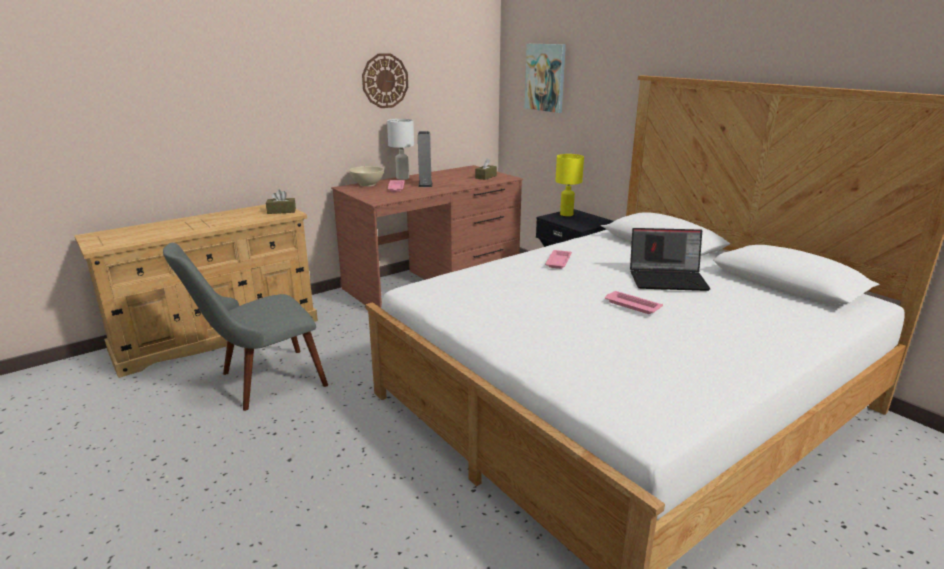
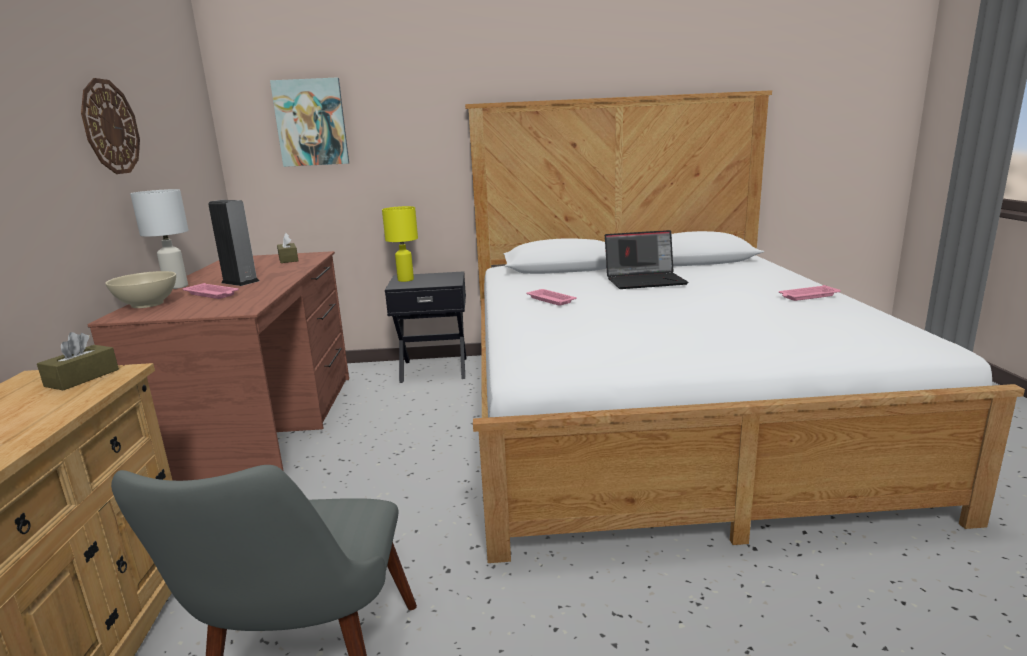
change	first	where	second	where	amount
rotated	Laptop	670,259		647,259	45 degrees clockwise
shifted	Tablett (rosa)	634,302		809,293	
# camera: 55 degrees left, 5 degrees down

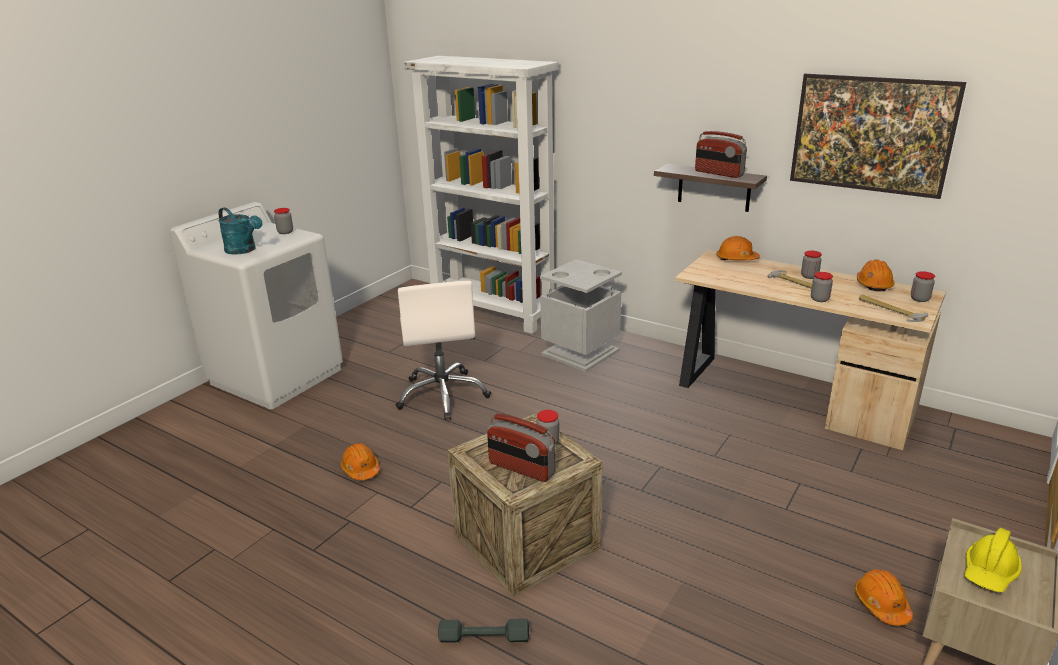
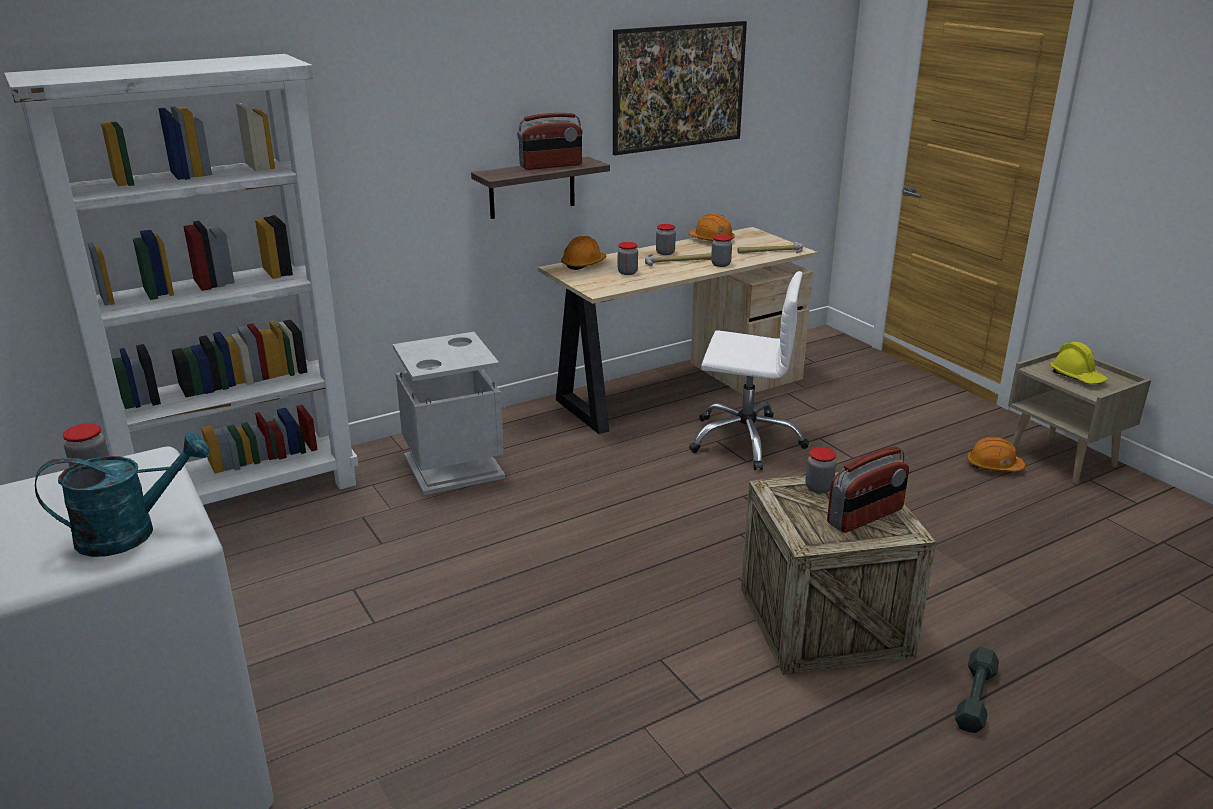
change	first	where	second	where	amount
shifted	Vorratsglas	923,286		628,258	
shifted	Bürostuhl (weiß)	443,350		749,370	
gone	Schutzhelm (orange)	360,461			
# camera: 65 degrees left, 0 degrees up

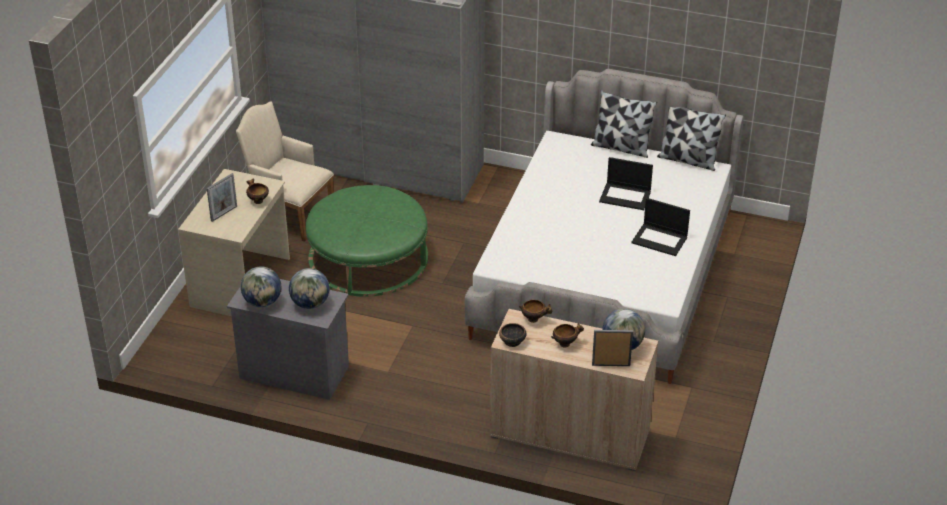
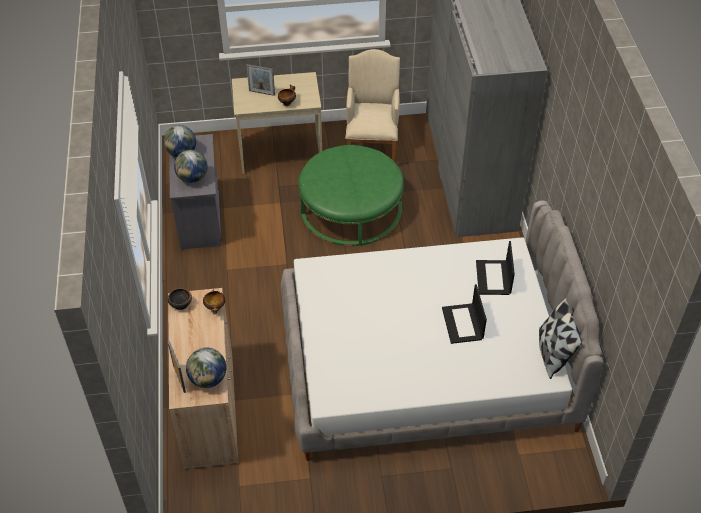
change	first	where	second	where	amount
shifted	Laptop	660,227		495,268	
gone	Schüssel	567,334			
gone	Kissen	624,124			
# camera: 65 degrees right, 10 degrees up

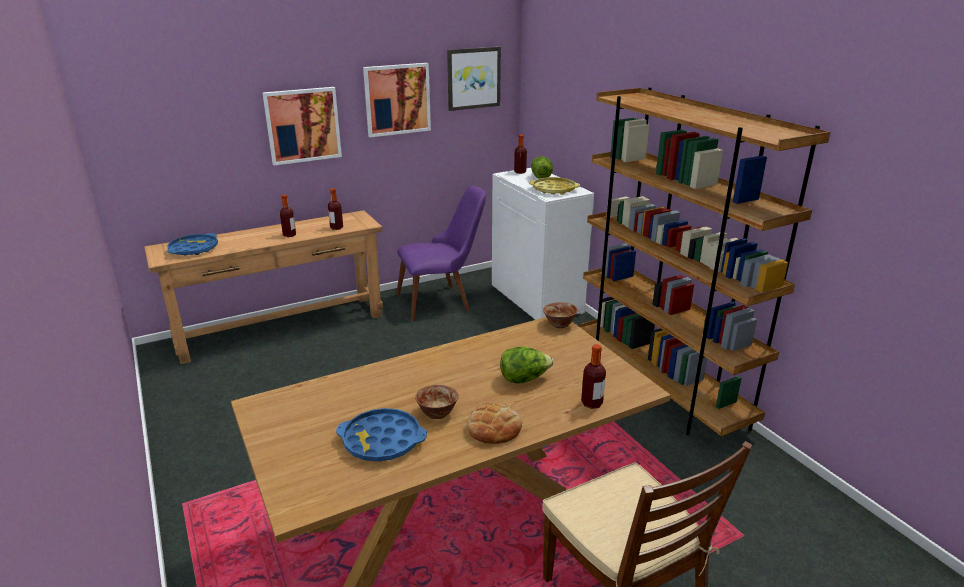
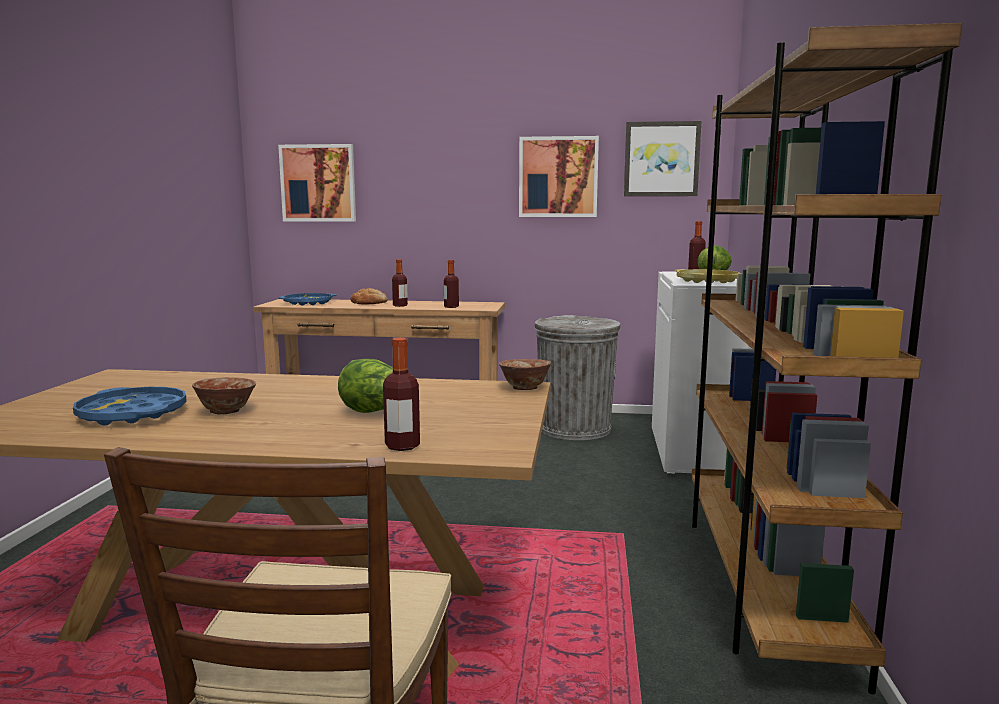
change	first	where	second	where	amount
shifted	Bild	302,126		317,183	
shifted	Brot	494,423		369,296	
swapped	Stuhl (lila)	441,253	Mülleimer (grau)	577,377	
# camera: 35 degrees right, 15 degrees down

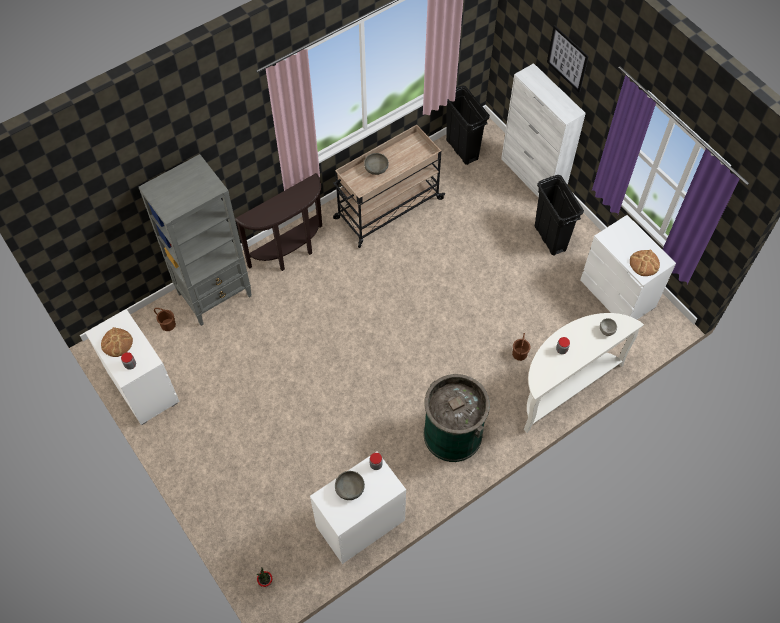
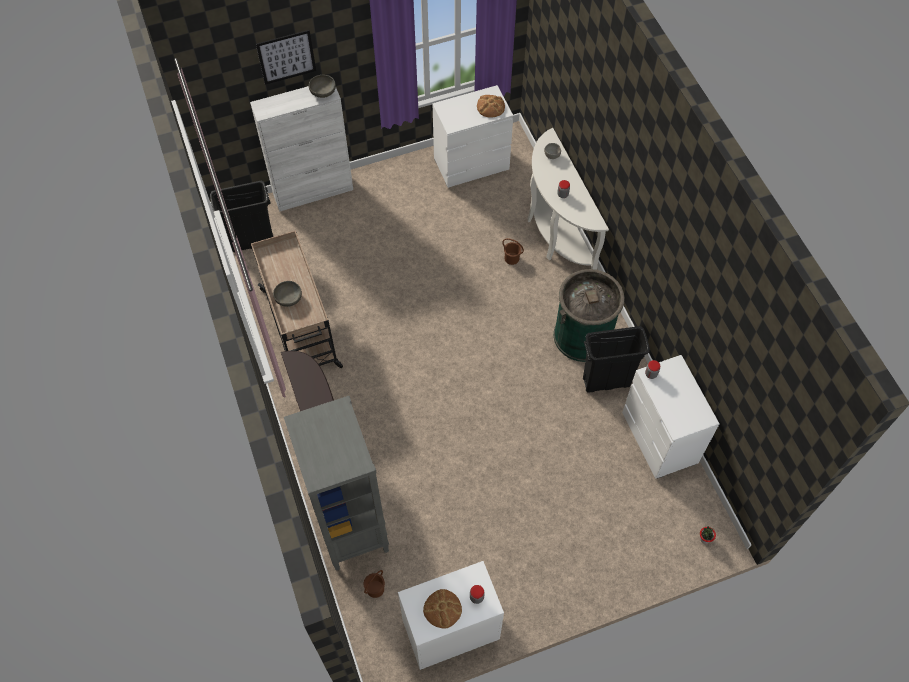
change	first	where	second	where	amount
shifted	Schüssel (grau)	350,485		322,86	
shifted	Mülleimer (schwarz)	559,215		616,359	
# camera: 75 degrees left, 0 degrees up

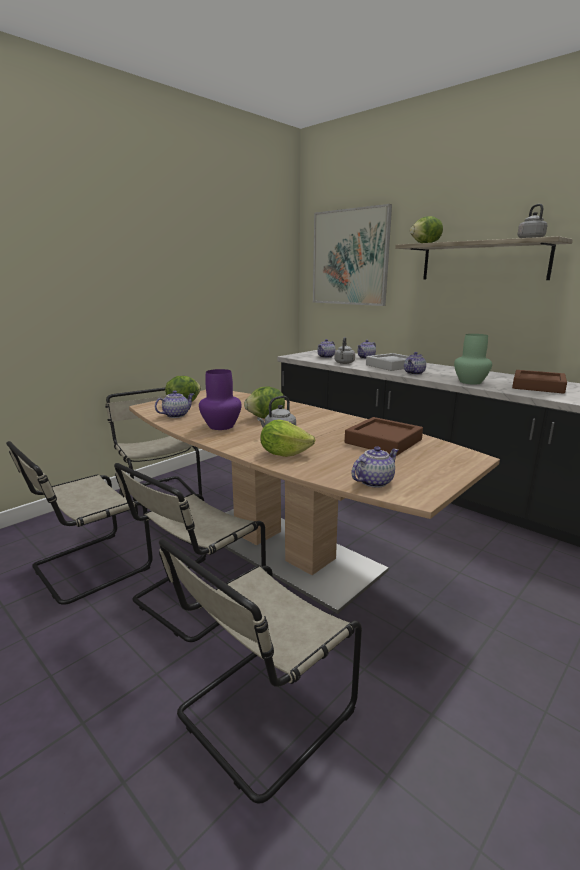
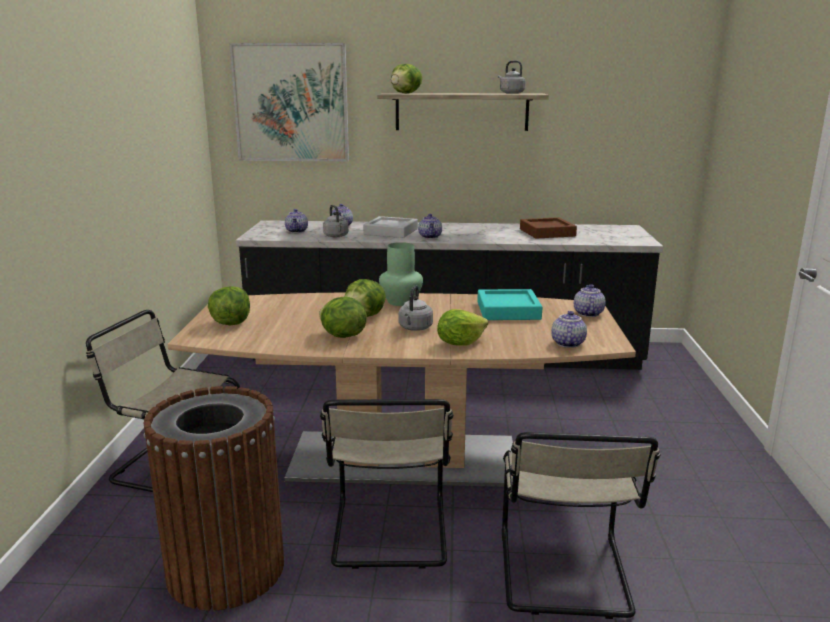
change	first	where	second	where	amount
swapped	Stuhl (beige)	79,523	Mülleimer (braun)	213,498	
swapped	Vase (lila)	220,399	Salatkopf	343,317	
shifted	Vase (grün)	473,359		401,274	
repainted	Tablett (braun)	384,436	Tablett (türkis)	509,304	
shifted	Teekanne	174,404		590,300	
# camera: 40 degrees left, 0 degrees up

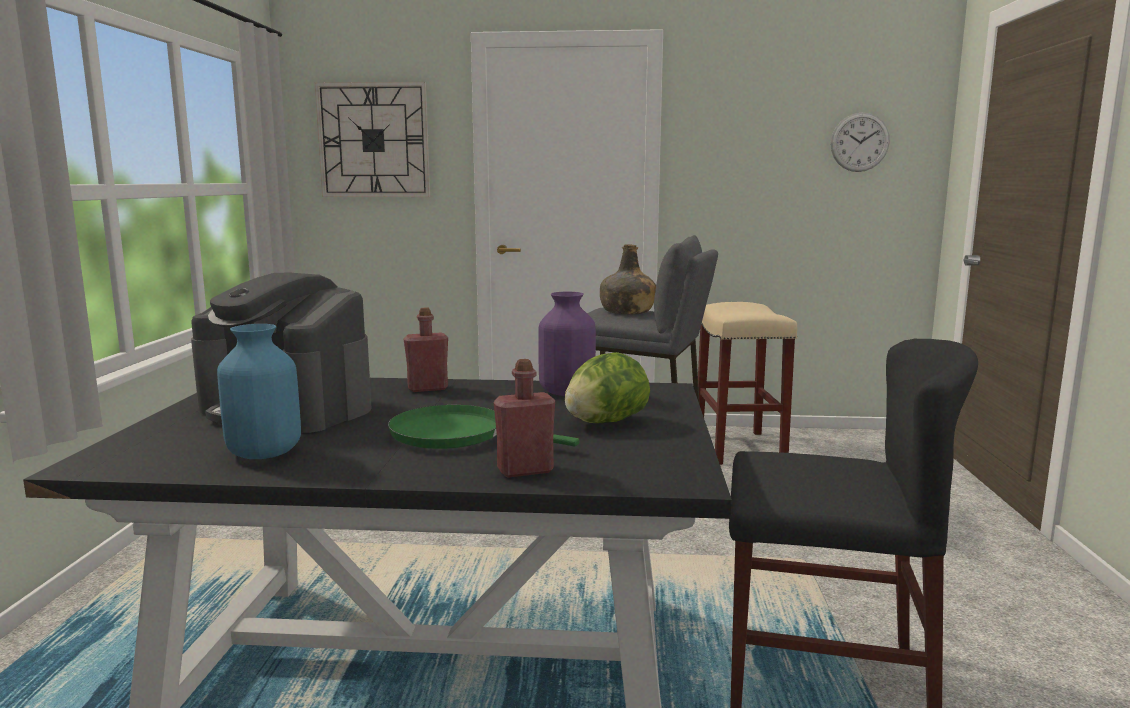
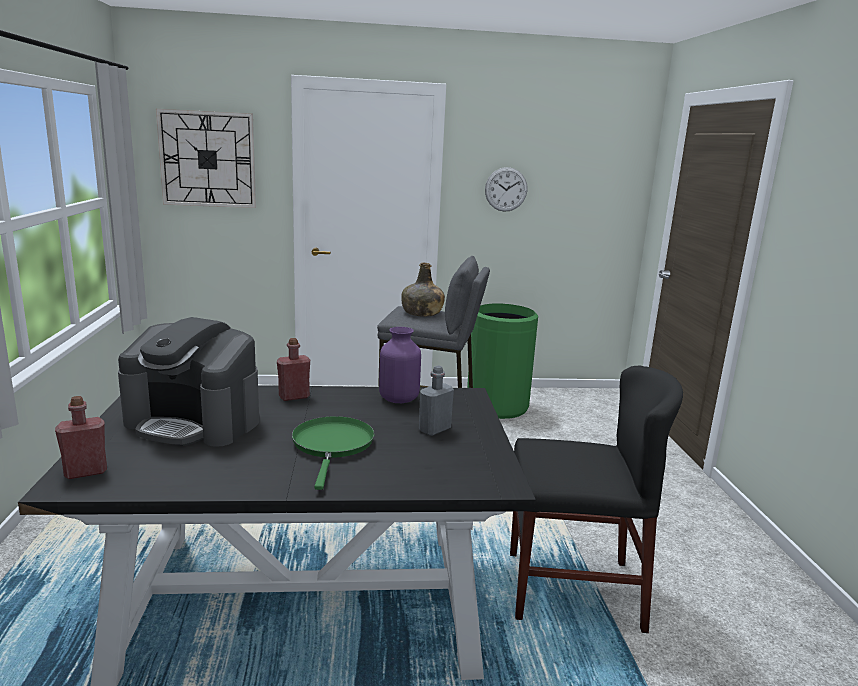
change	first	where	second	where	amount
shifted	Flasche (rot)	524,418		81,437	
rotated	Pfanne (grün)	483,427		333,453	75 degrees clockwise
swapped	Salatkopf	607,387	Flasche (grau)	436,401	
swapped	Hocker (beige)	747,383	Mülleimer (grün)	502,361	
shifted	Wanduhr	860,142		506,189	
gone	Vase (blau)	259,391			
# camera: 10 degrees left, 5 degrees up

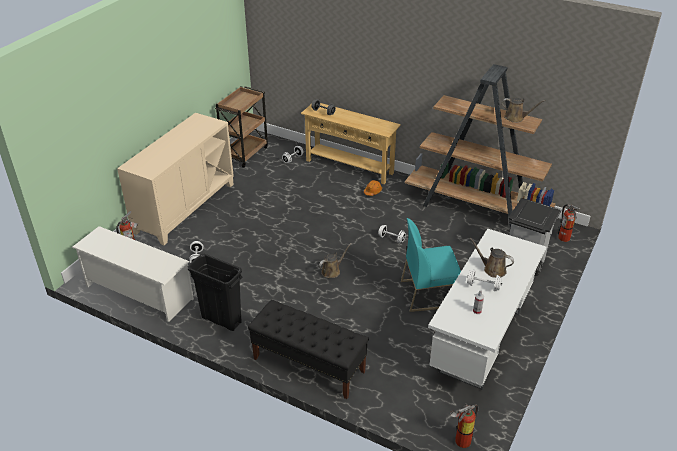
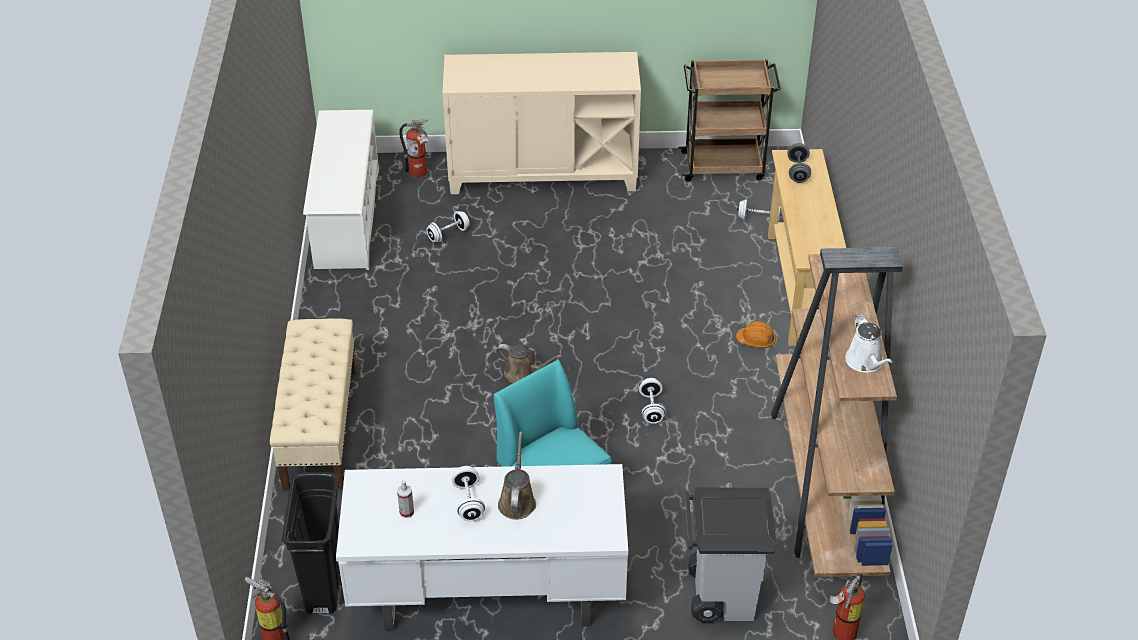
change	first	where	second	where	amount
repainted	Bank (schwarz)	308,349	Bank (beige)	313,404	
shifted	Mülleimer (schwarz)	215,292		311,543	
repainted	Gießkanne (braun)	524,110	Gießkanne (weiß)	869,343	
# camera: 60 degrees right, 5 degrees up

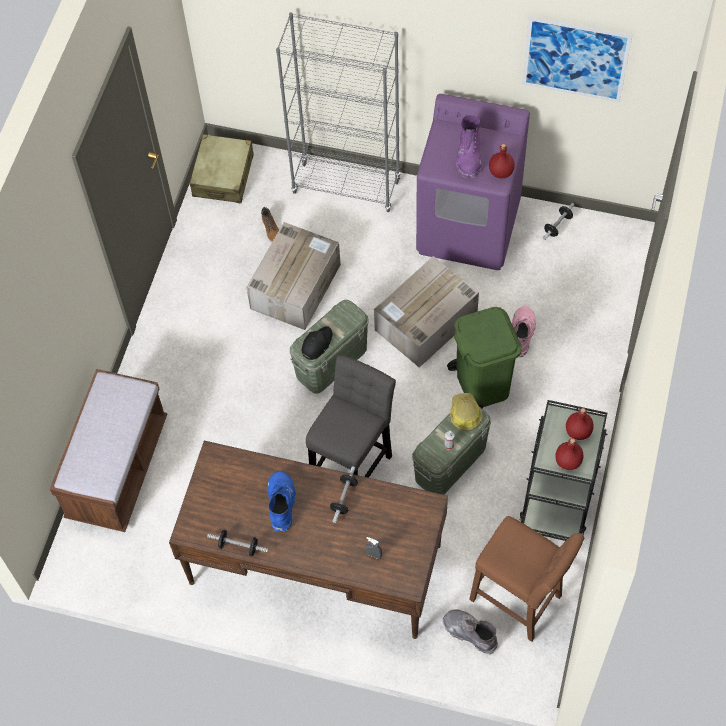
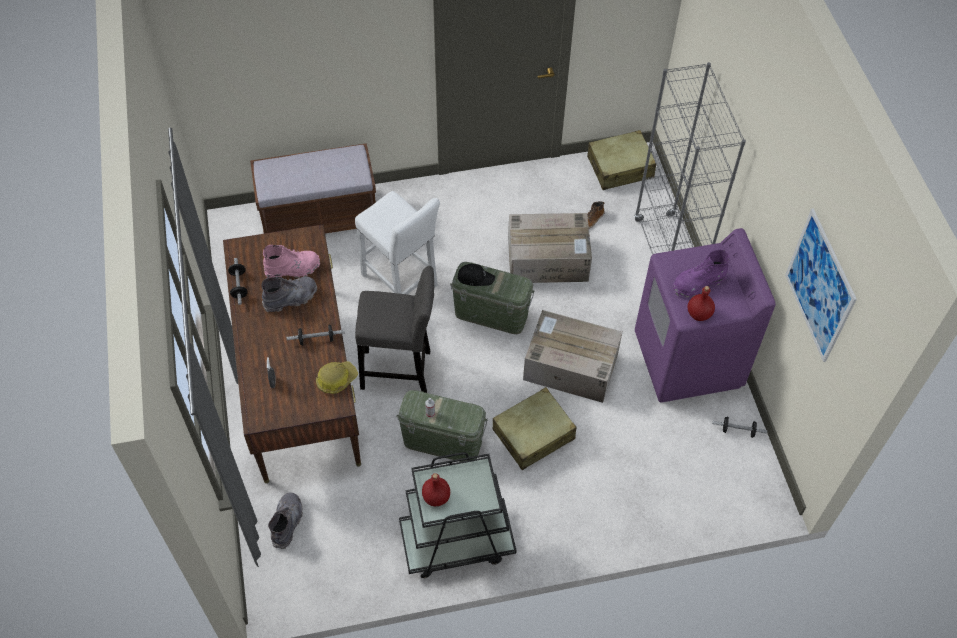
change	first	where	second	where	amount
repainted	Stiefel (blau)	281,501	Stiefel (grau)	289,294	
shifted	Stiefel (rosa)	524,331		291,261	
shifted	Schutzhelm	466,412		337,377	
new			Hocker (weiß)	397,242	
swapped	Mülleimer (grün)	484,358	Koffer (beige)	534,428	
gone	Hocker (braun)	526,579			
gone	Flasche (rot)	579,424			
# camera: 60 degrees right, 5 degrees down

